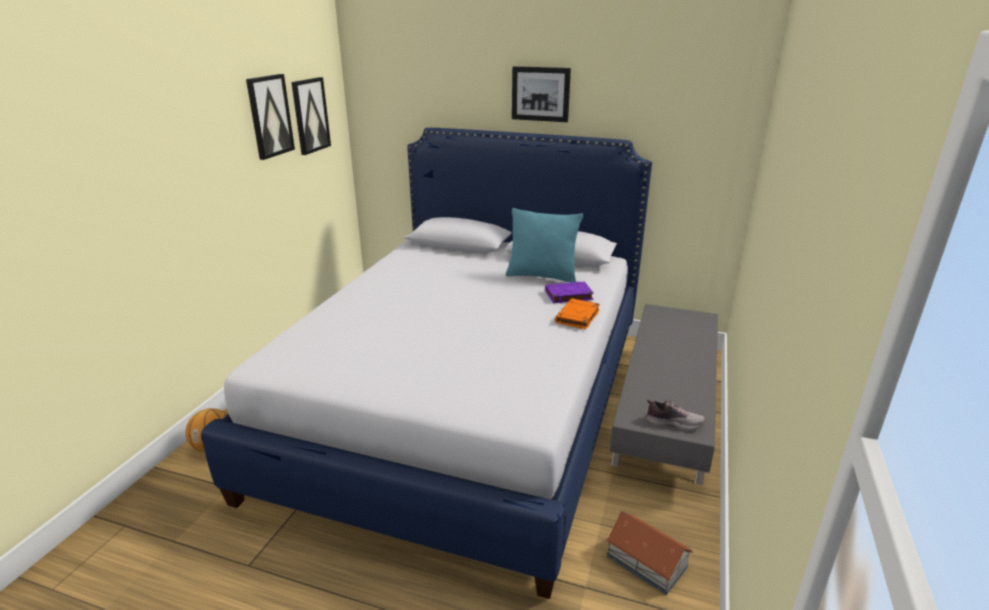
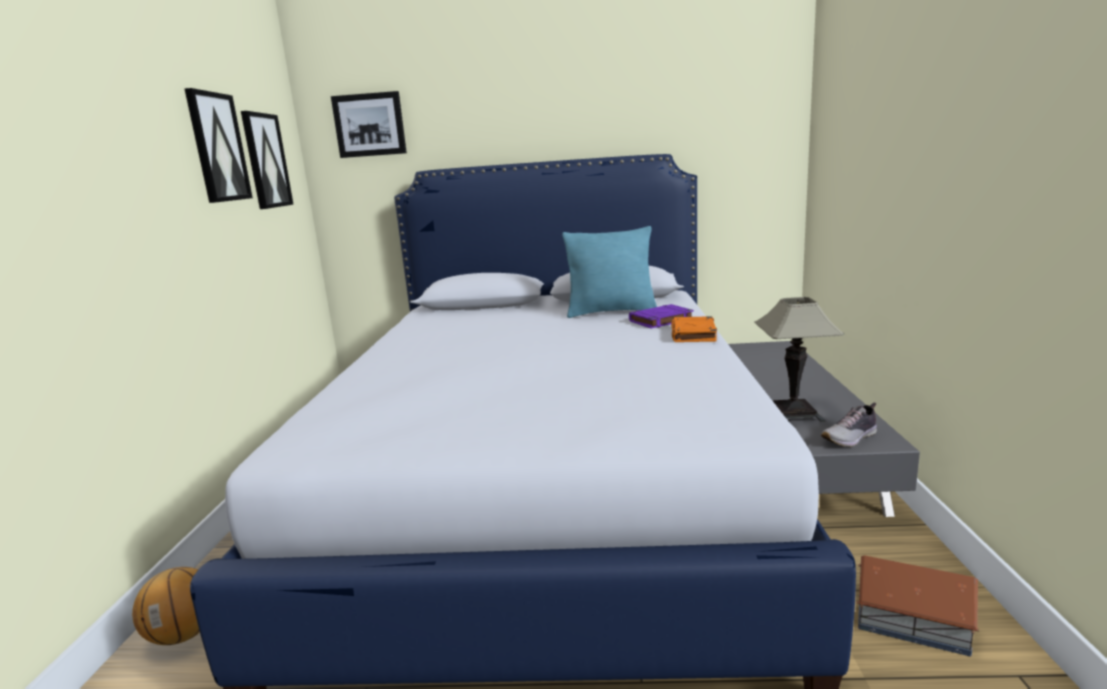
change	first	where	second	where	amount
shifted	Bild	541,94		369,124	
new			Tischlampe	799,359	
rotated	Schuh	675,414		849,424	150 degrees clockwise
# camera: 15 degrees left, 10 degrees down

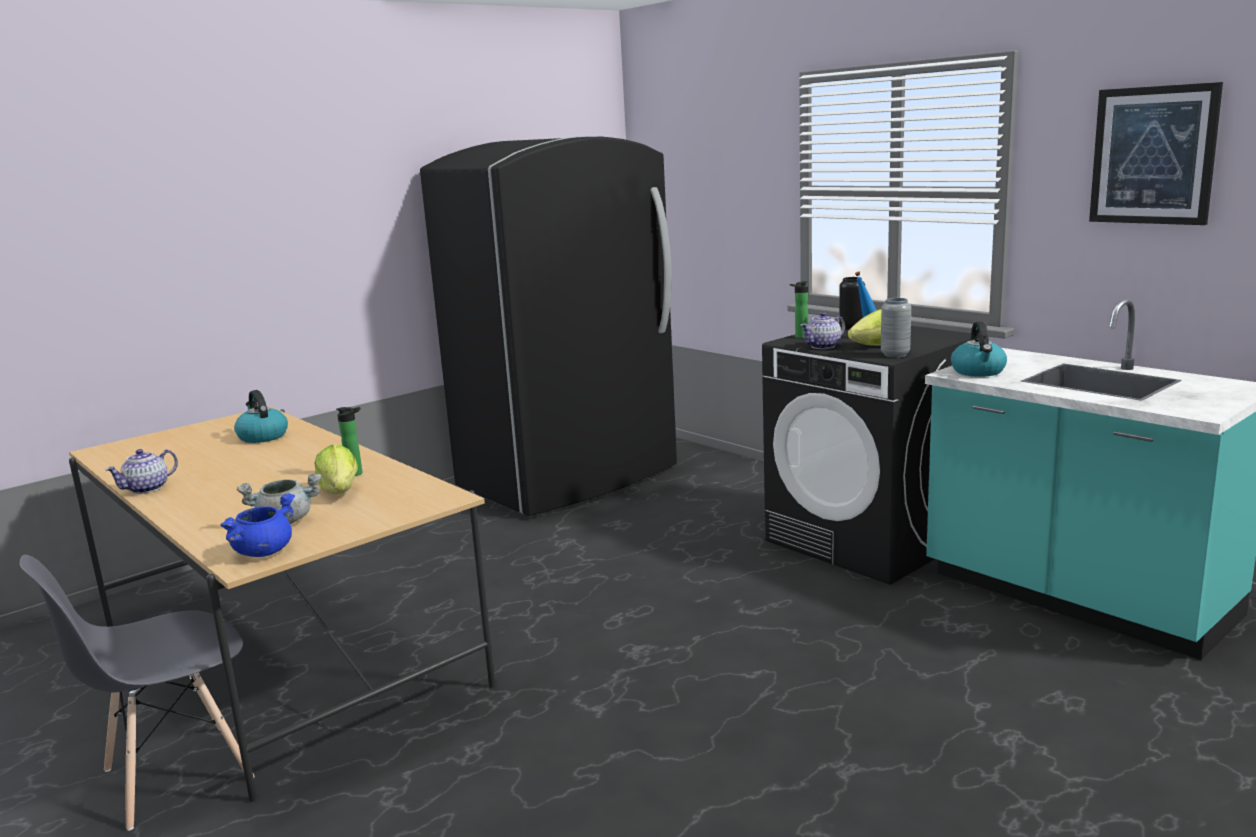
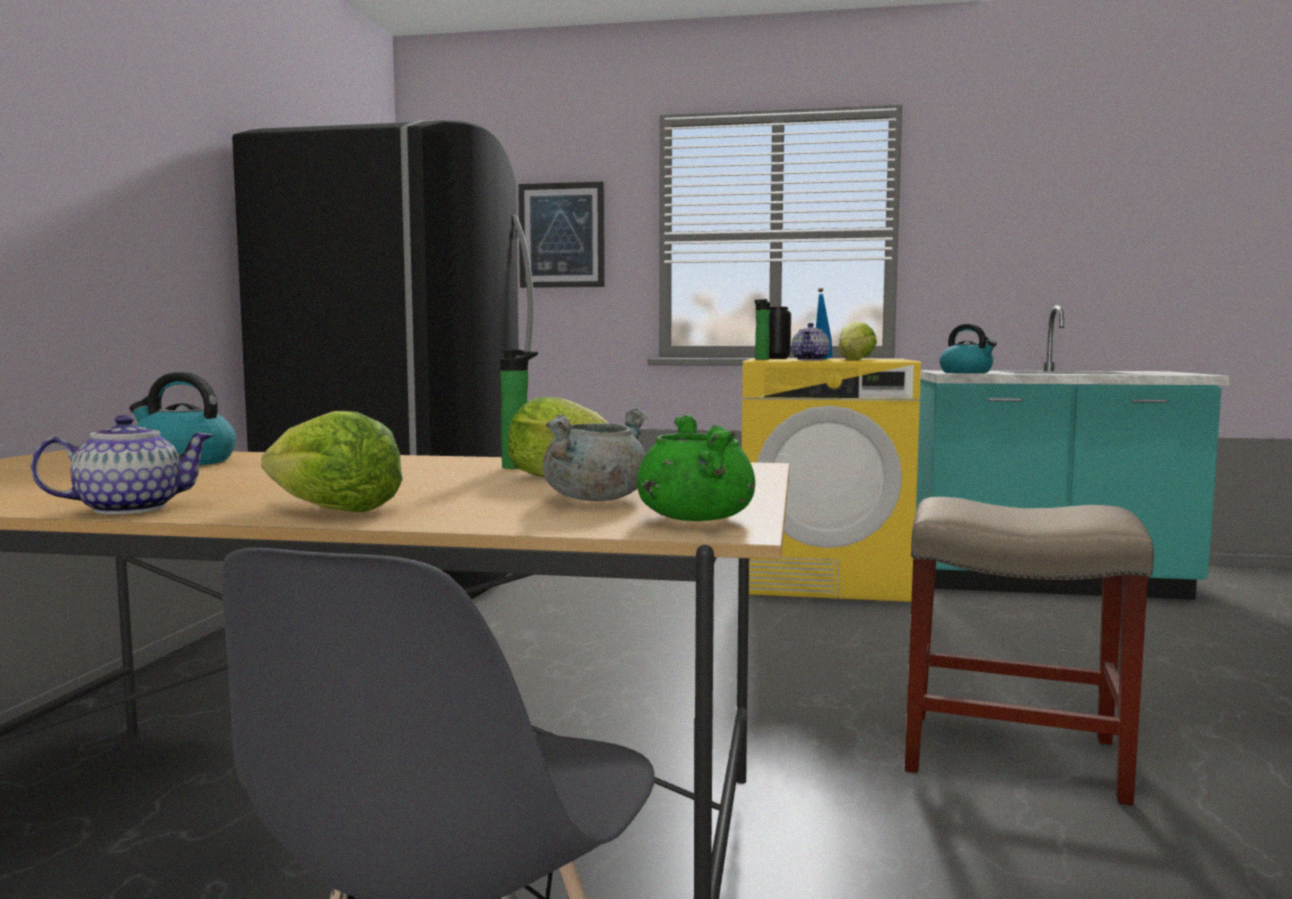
change	first	where	second	where	amount
rotated	Teekanne	141,471		122,464	120 degrees counterclockwise
new			Salatkopf	332,461	
shifted	Bild	1156,153		561,235	
repainted	Kochtopf (blau)	257,525	Kochtopf (grün)	696,467	
repainted	Waschmaschine (schwarz)	871,454	Waschmaschine (gelb)	831,480	
new			Hocker (beige)	1029,651	
gone	Vase (grau)	896,328			
# camera: 40 degrees left, 10 degrees down

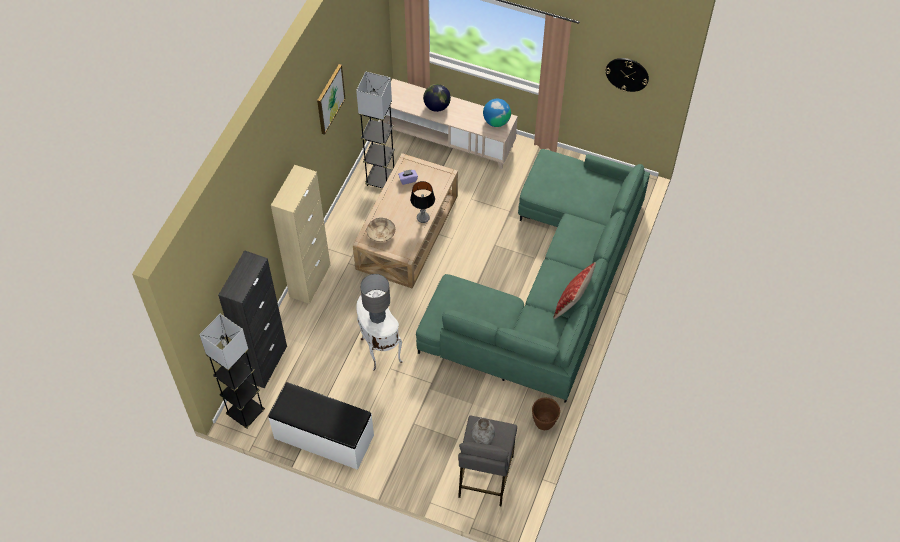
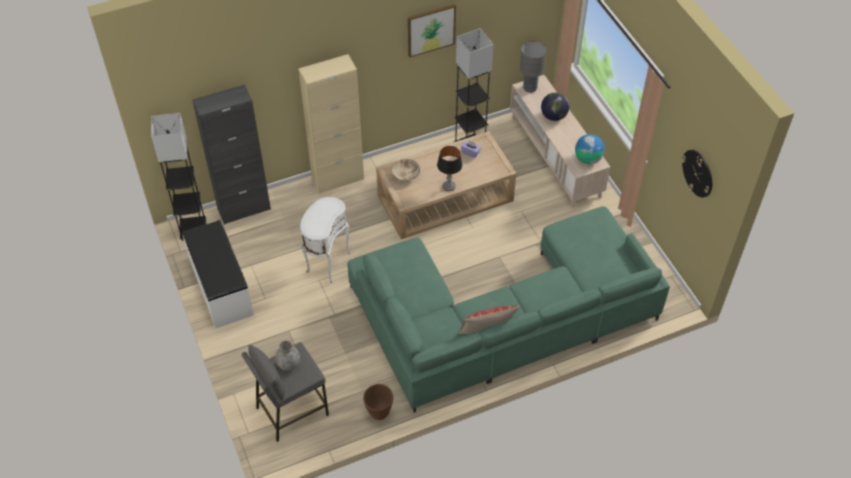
change	first	where	second	where	amount
shifted	Tischlampe (grau)	375,299		533,67	
# camera: 45 degrees right, 5 degrees down

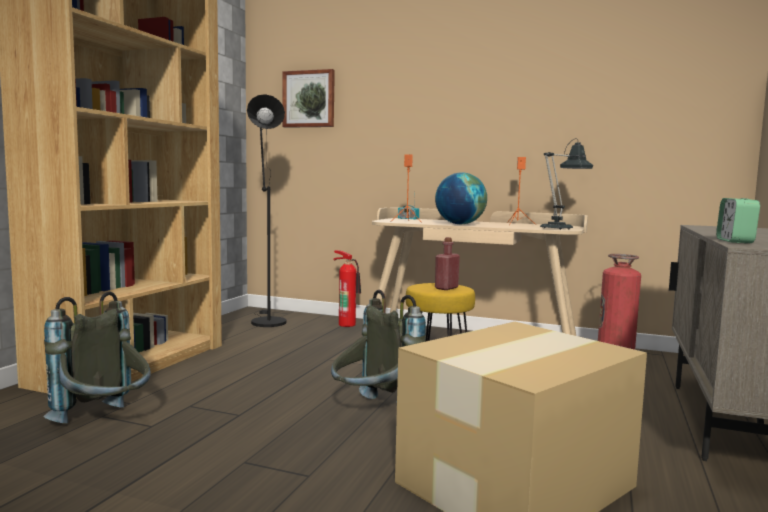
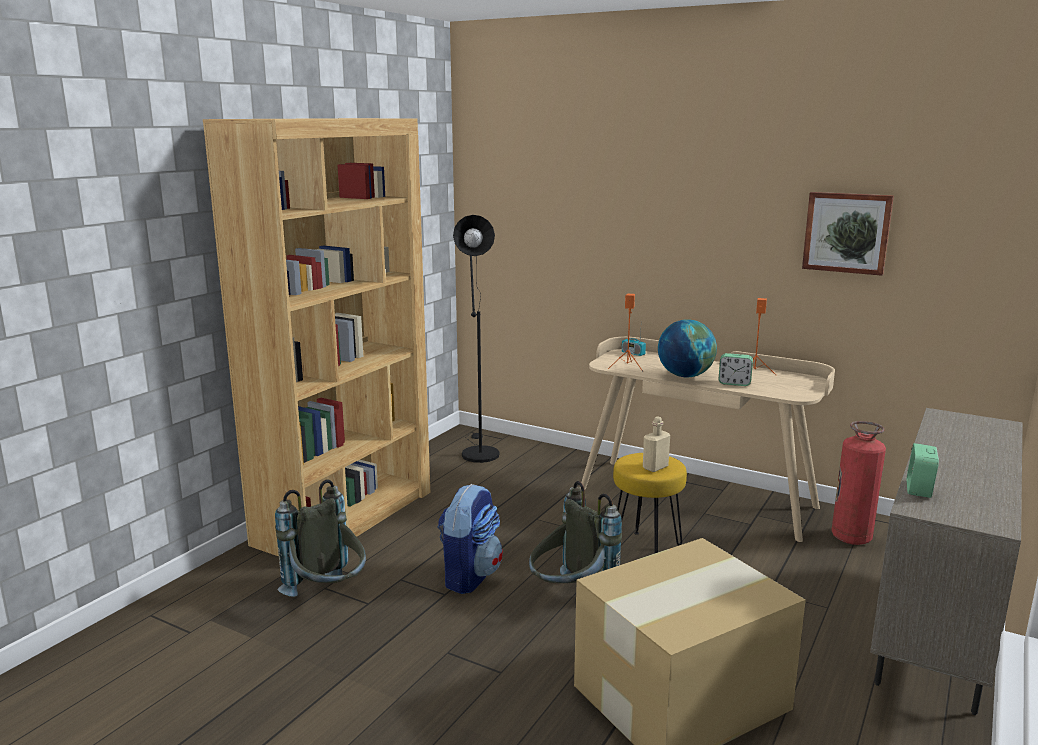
change	first	where	second	where	amount
new			Rucksack	470,539	
repainted	Flasche (rot)	447,263	Flasche (beige)	656,444	
new			Wecker	735,369	
shifted	Bild	308,98		848,234	
gone	Feuerlöscher	347,288			
gone	Tischlampe	566,184			
# camera: 10 degrees right, 10 degrees up

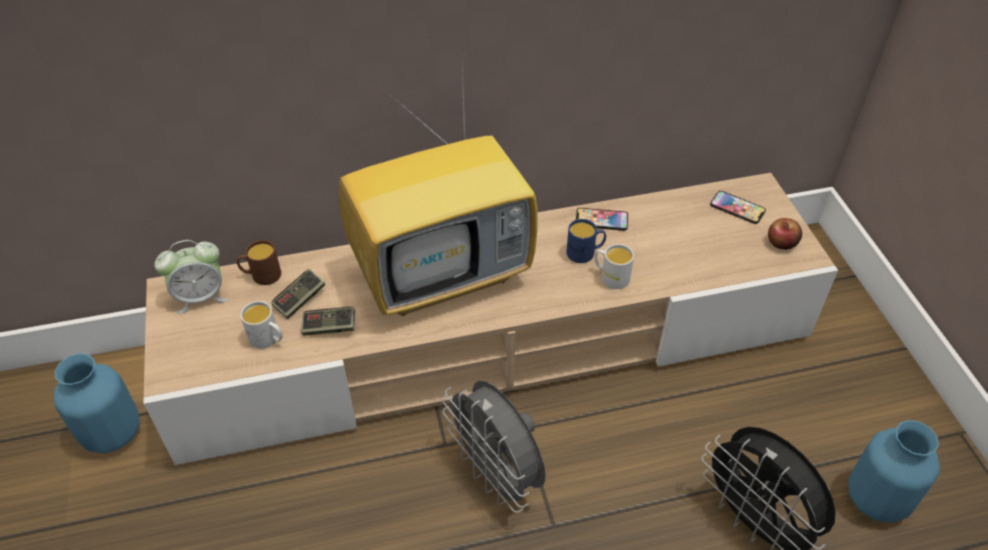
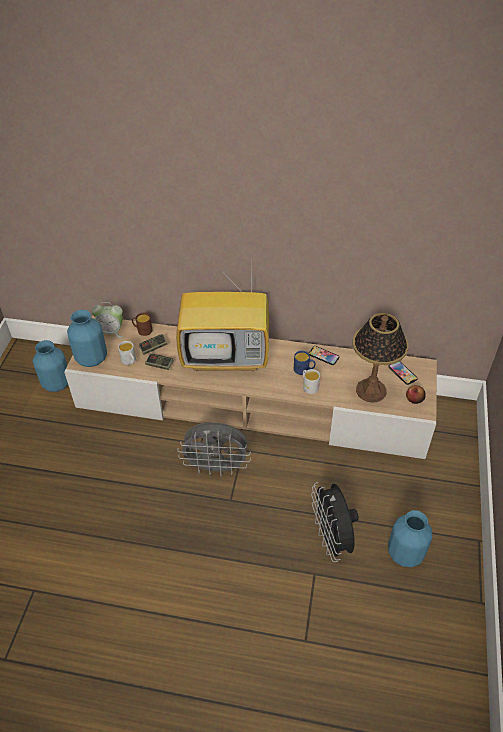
change	first	where	second	where	amount
new			Vase (blau)	87,338	
rotated	Ventilator (grau)	494,446		214,449	75 degrees counterclockwise
new			Tischlampe	380,358	
# camera: 25 degrees right, 0 degrees up

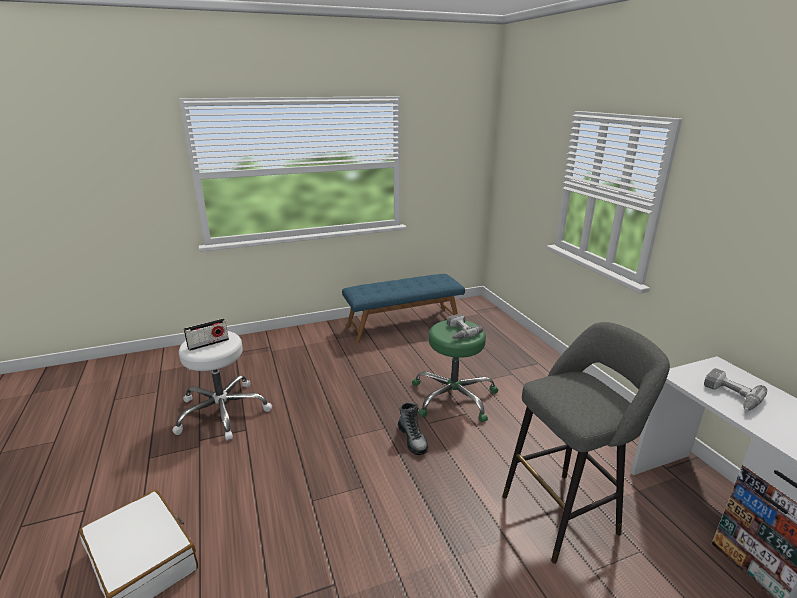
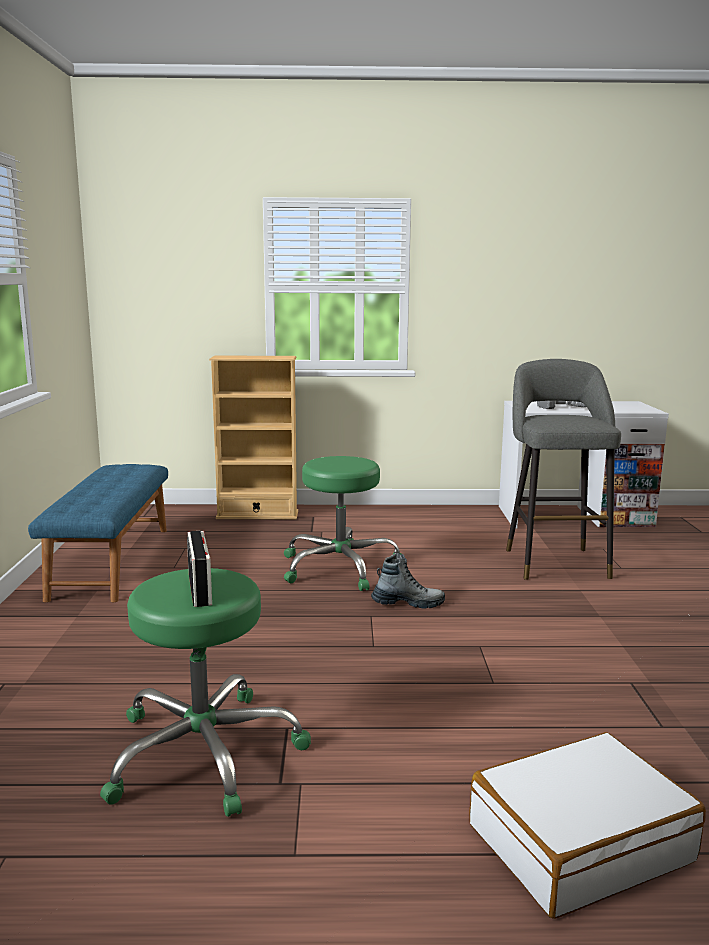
change	first	where	second	where	amount
repainted	Hocker (weiß)	222,386	Hocker (grün)	205,692	
new			Bücherregal (beige)	253,437	
gone	Bohrmaschine	465,326			
# camera: 70 degrees left, 10 degrees down

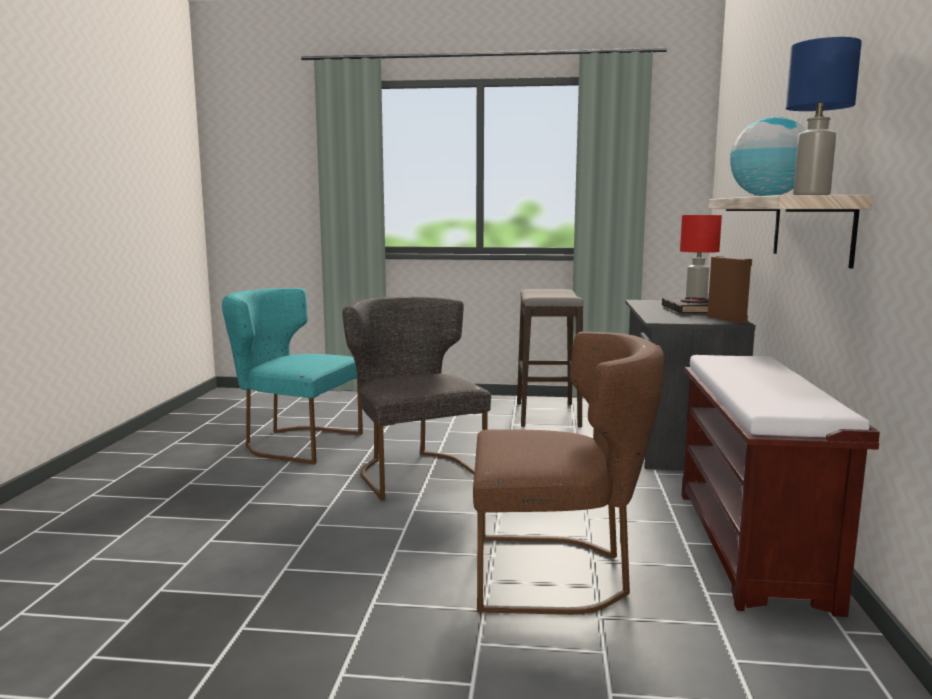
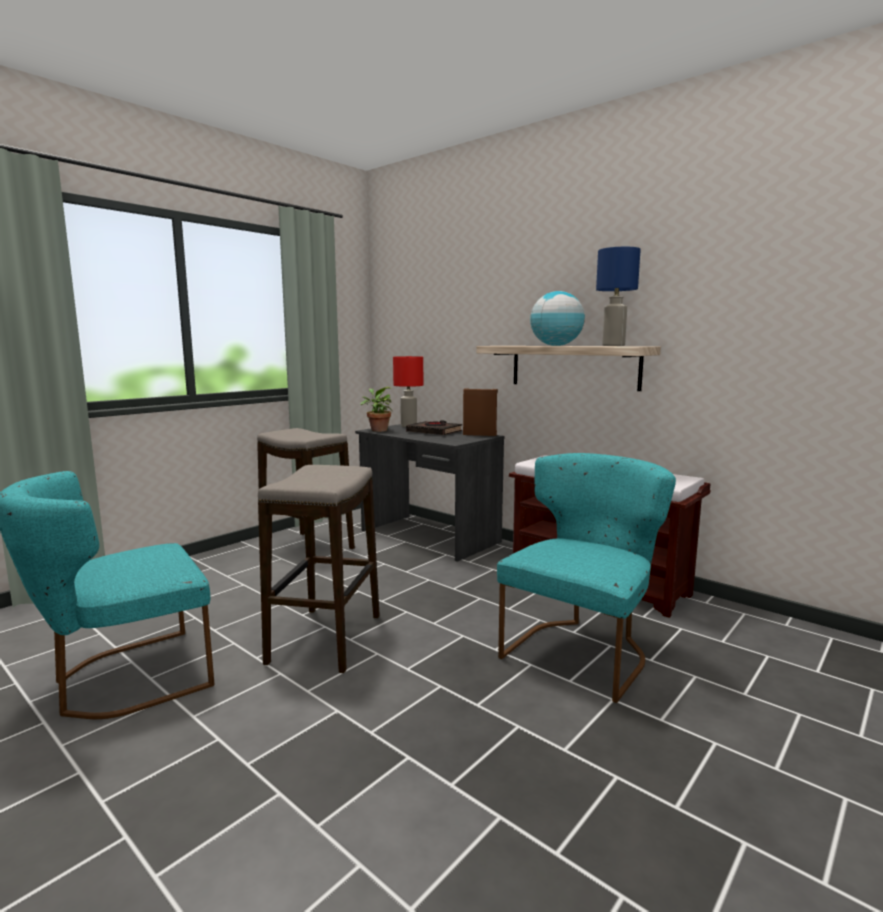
change	first	where	second	where	amount
swapped	Stuhl (grau)	416,399	Hocker	319,569	
new			Topfpflanze	376,409	
repainted	Stuhl (braun)	568,473	Stuhl (türkis)	586,578	
# camera: 55 degrees left, 0 degrees up

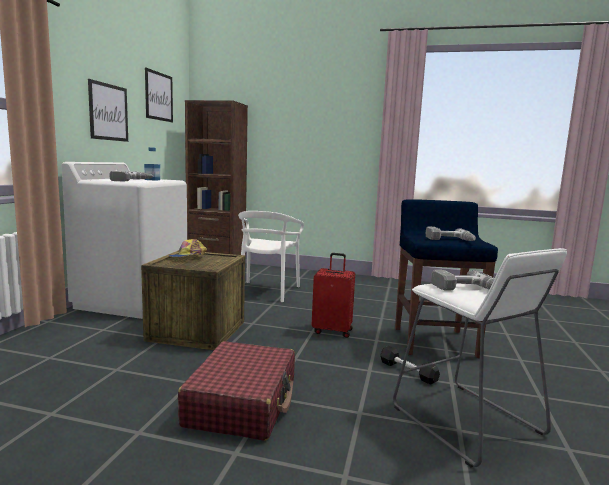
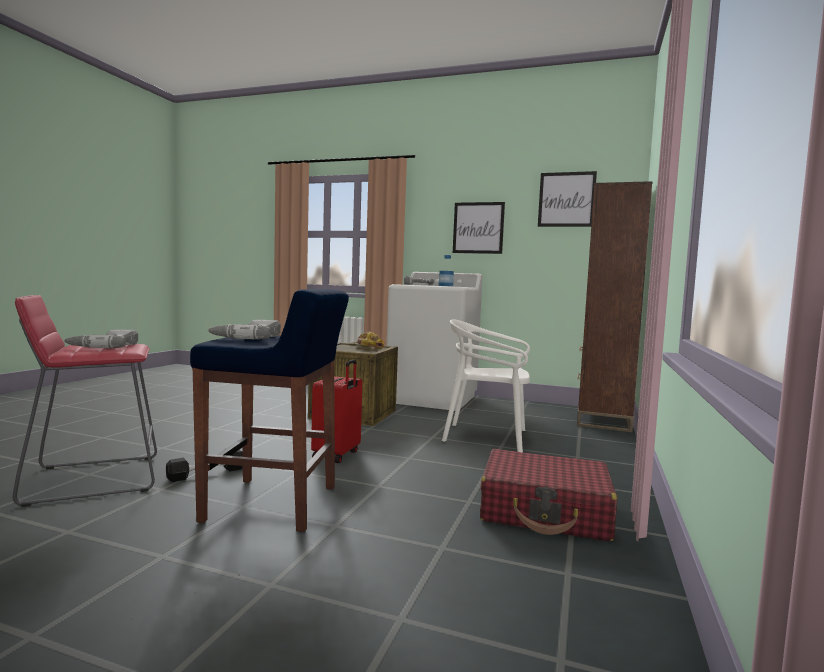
change	first	where	second	where	amount
repainted	Hocker (weiß)	480,358	Hocker (rot)	85,401	
shifted	Koffer (rot)	236,391		548,495	
# camera: 95 degrees right, 5 degrees down

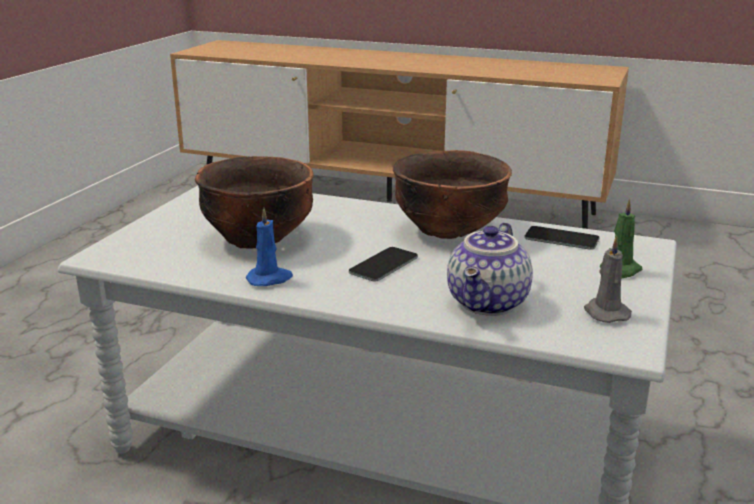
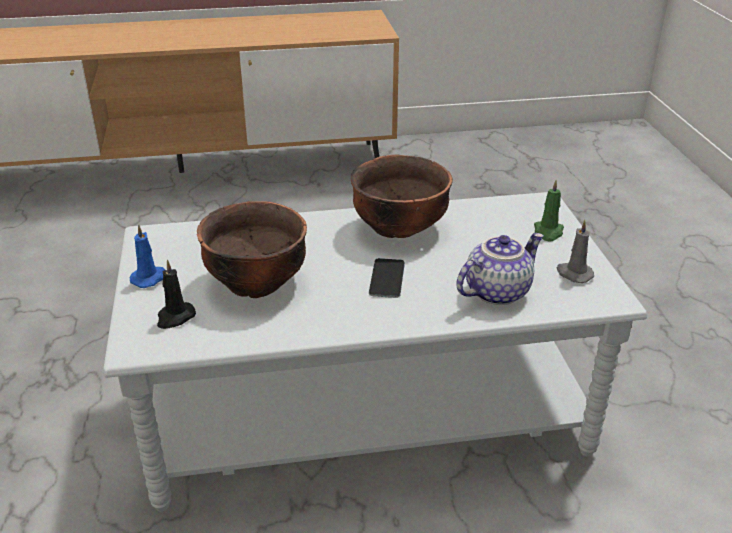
change	first	where	second	where	amount
shifted	Kerze (blau)	269,246		147,256	
new			Kerze (schwarz)	176,294	
rotated	Teekanne	490,269		500,269	120 degrees counterclockwise
gone	Handy	561,238			
# camera: 30 degrees left, 10 degrees up

